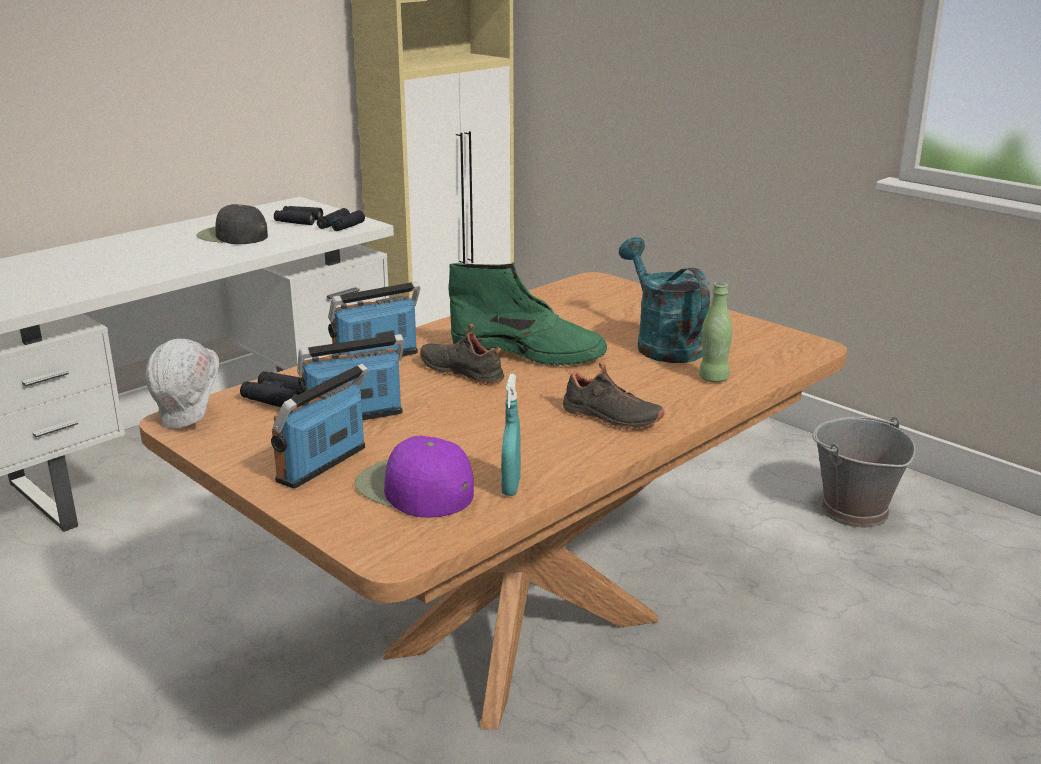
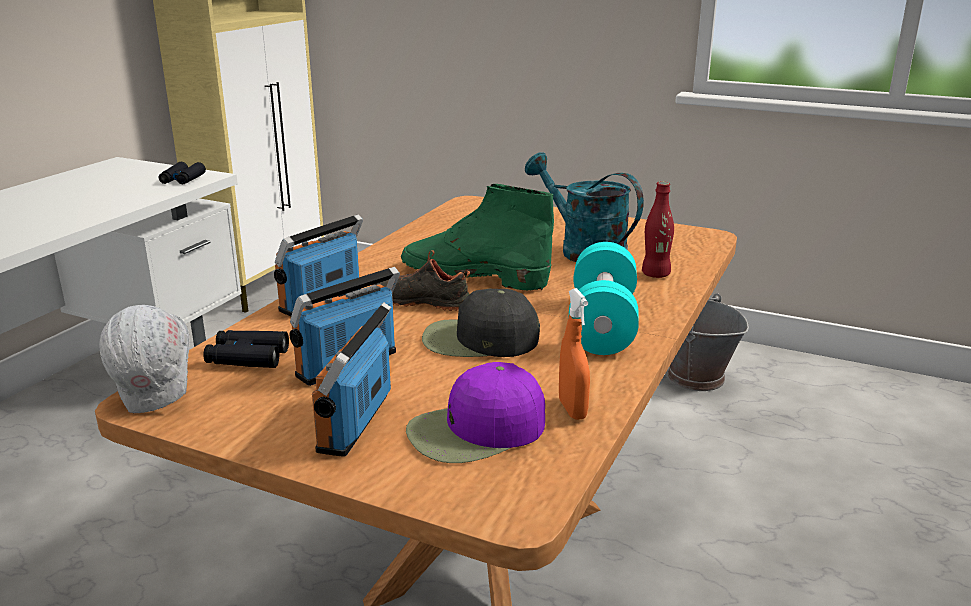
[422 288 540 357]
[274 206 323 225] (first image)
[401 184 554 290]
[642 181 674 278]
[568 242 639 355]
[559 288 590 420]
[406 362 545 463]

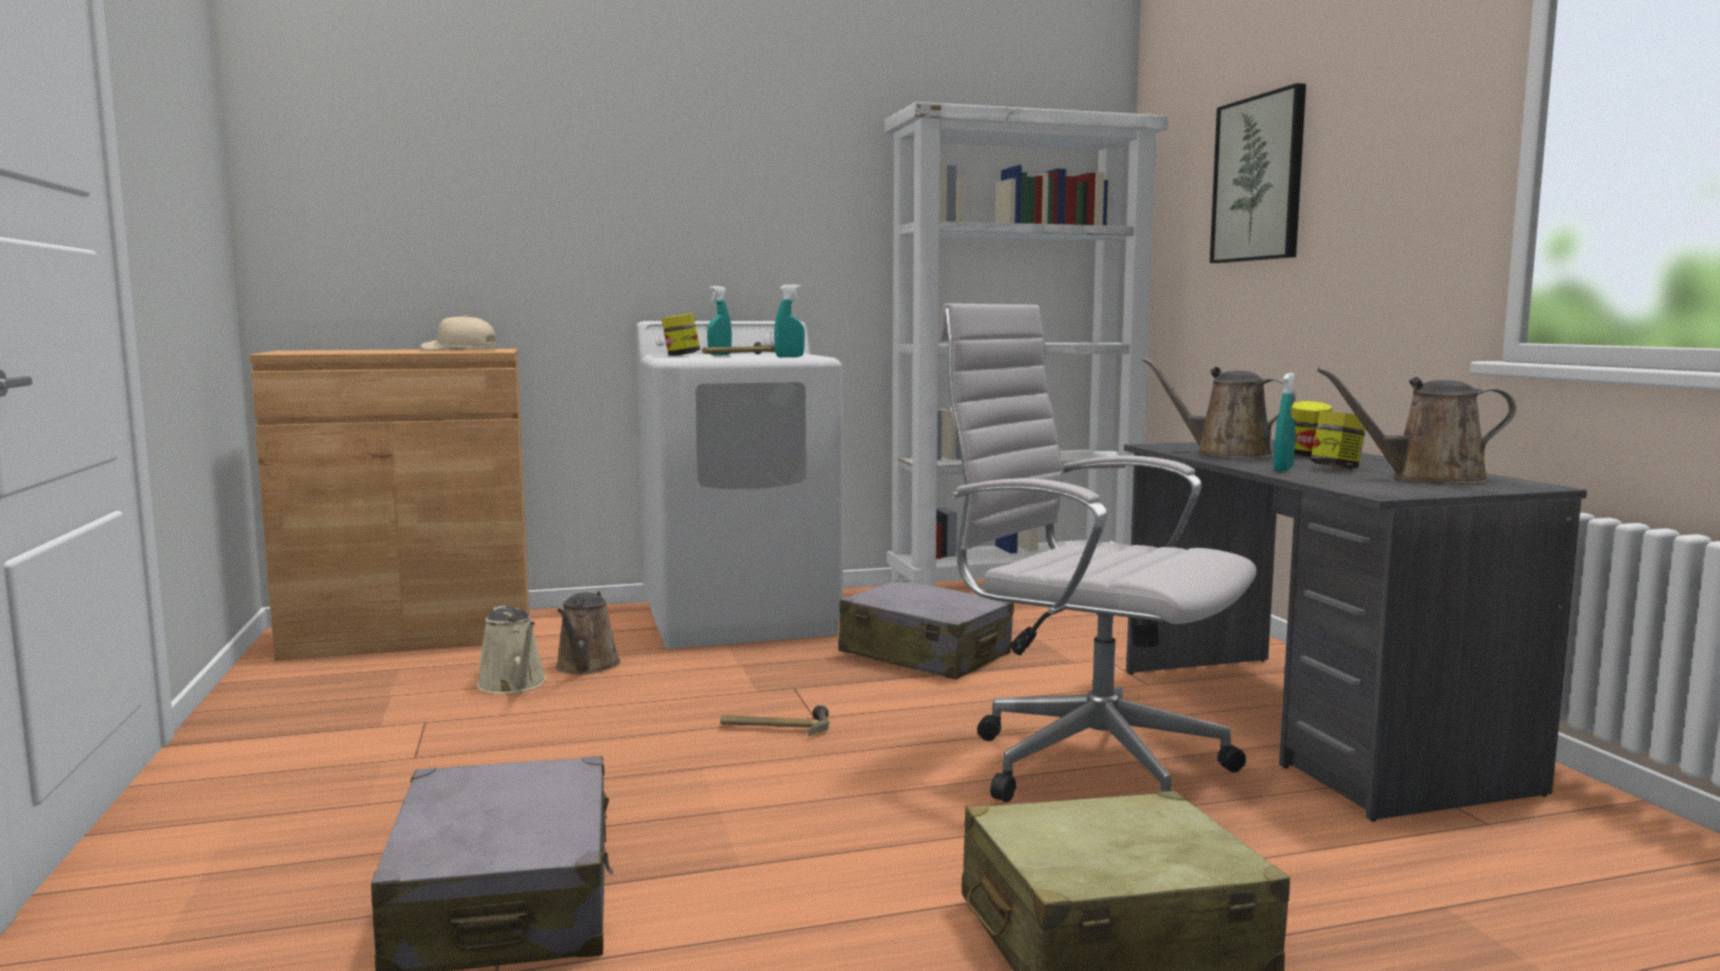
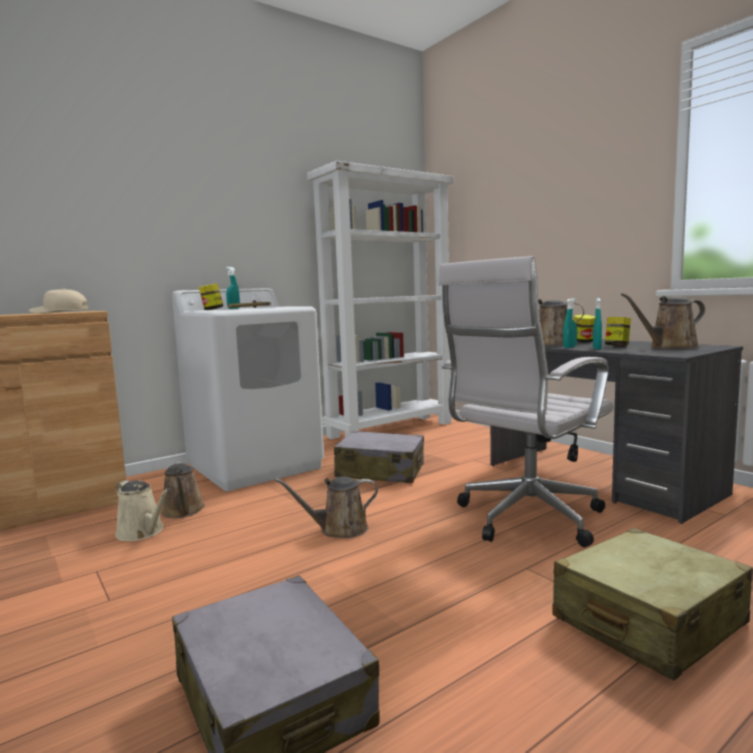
[1210 83 1306 263] (first image)
[563 298 577 348]
[439 256 613 547]
[275 476 378 538]

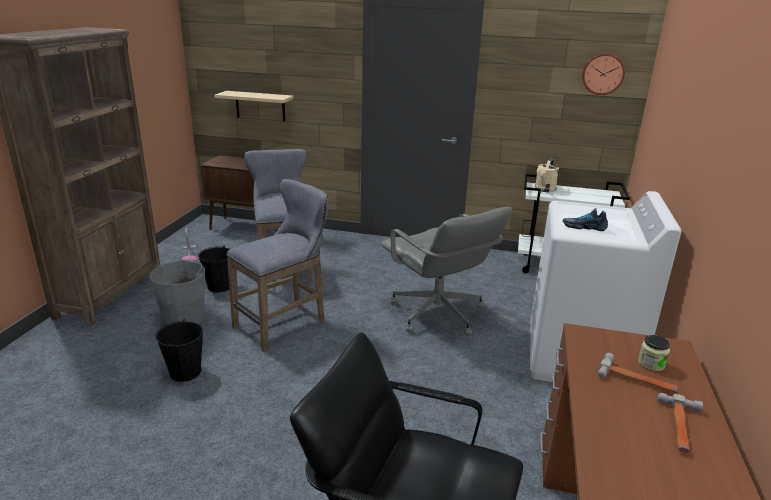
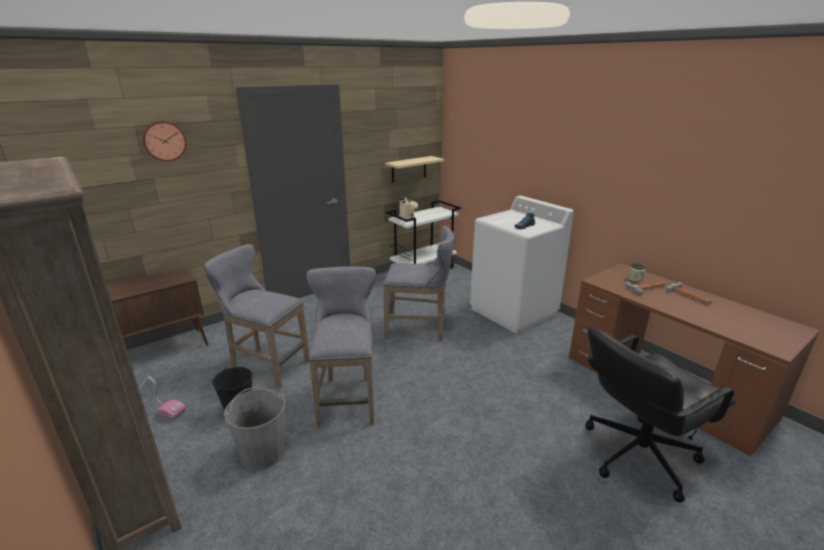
[142 121 187 162]
[385 156 444 183]
[383 226 455 341]
[155 319 203 382] (first image)

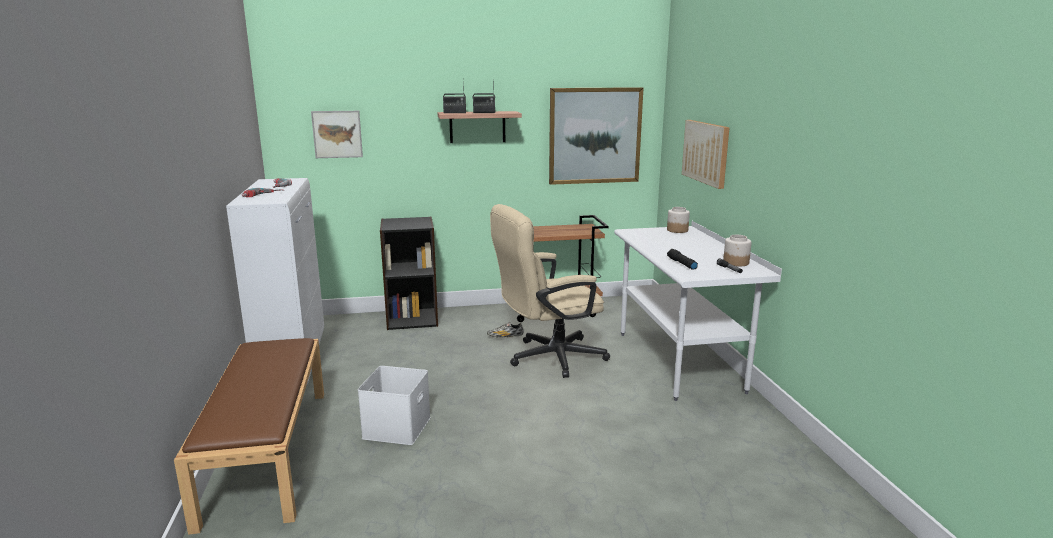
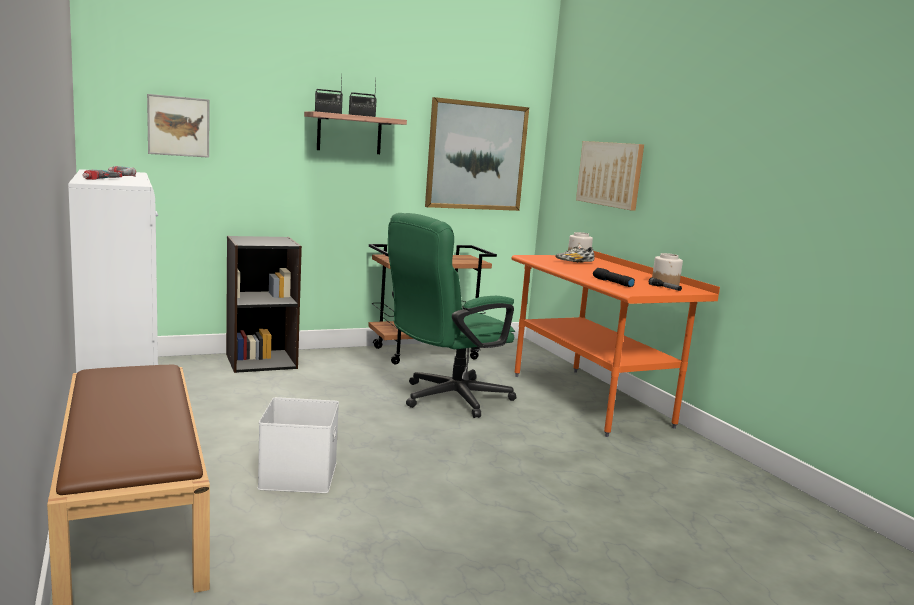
[388 213 516 418]
[512 251 720 437]
[556 245 595 263]

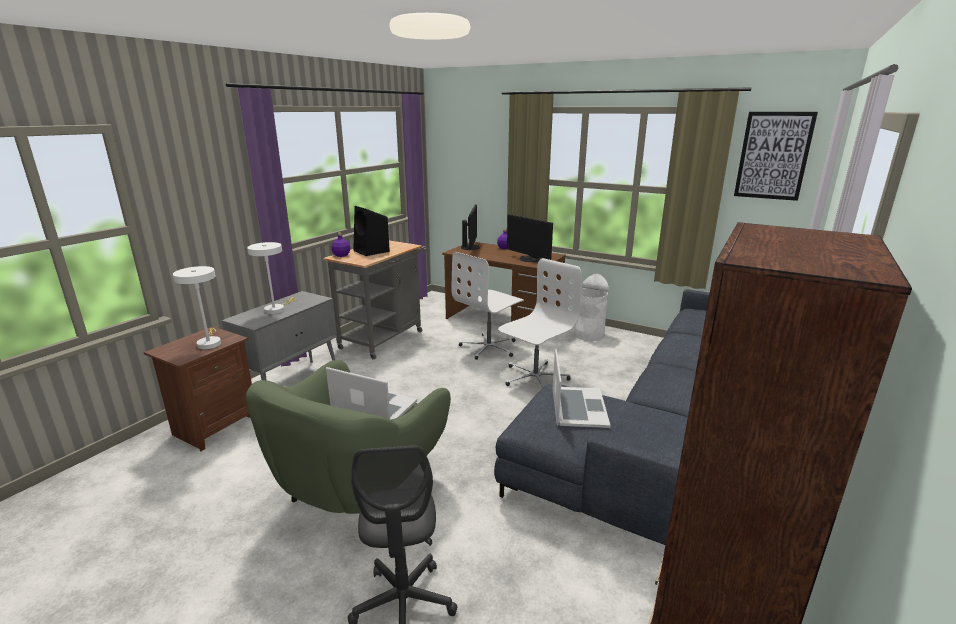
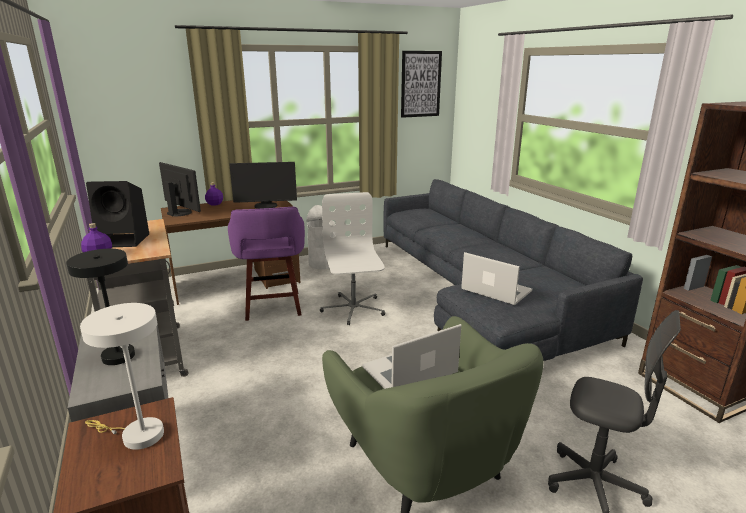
[66 249 135 365]
[228 207 305 321]

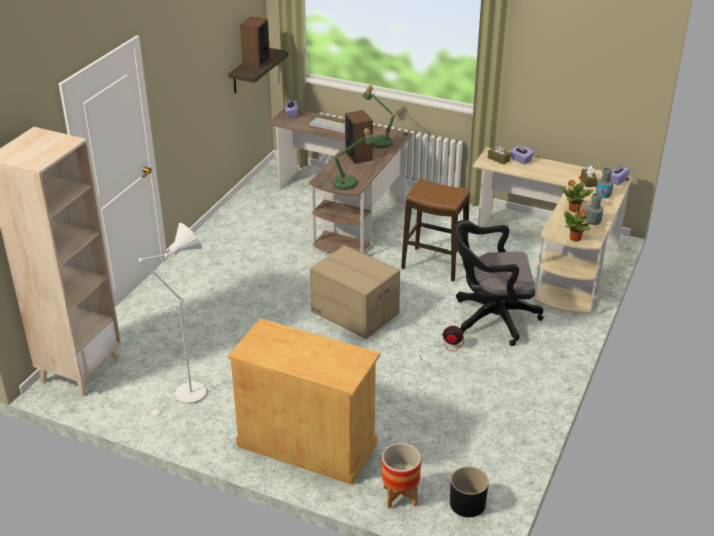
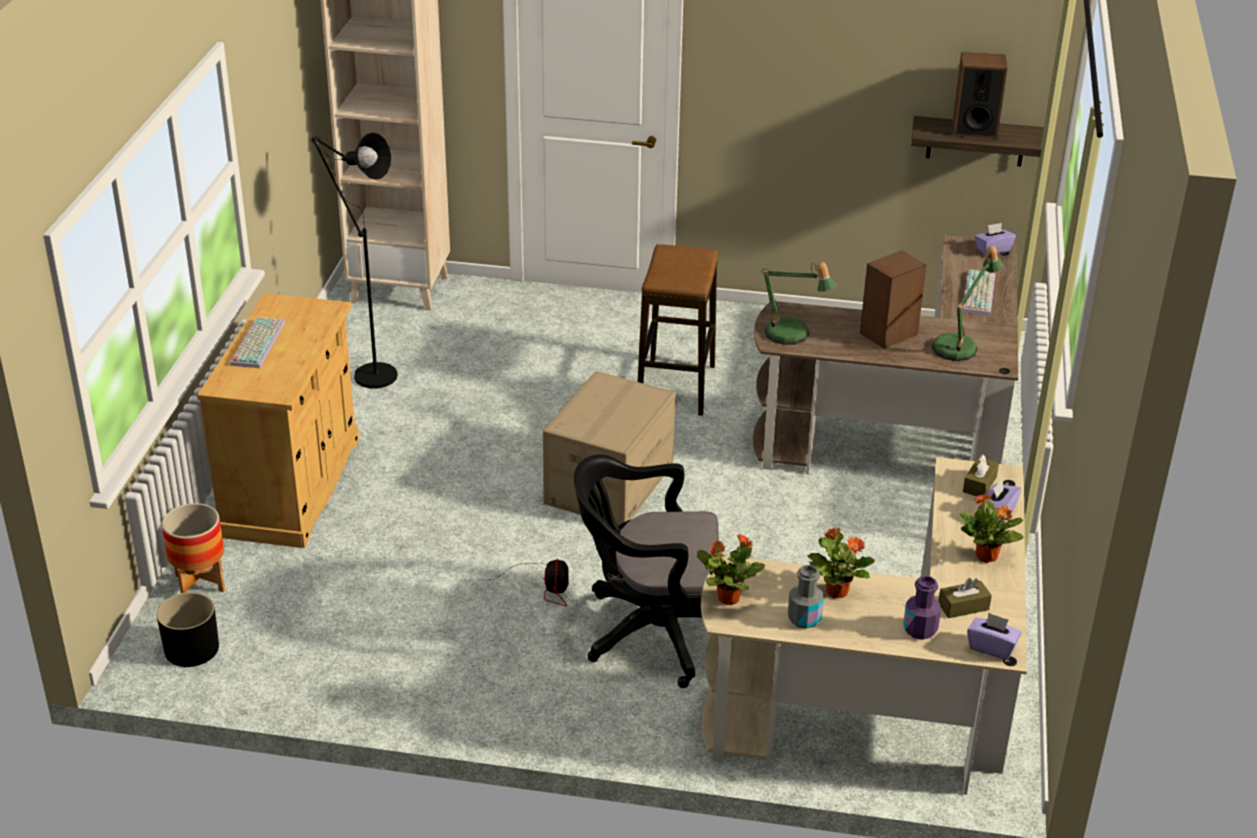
[903 576 941 640]
[638 244 718 416]
[574 454 719 688]
[311 132 397 388]
[230 317 285 368]
[960 493 1024 563]

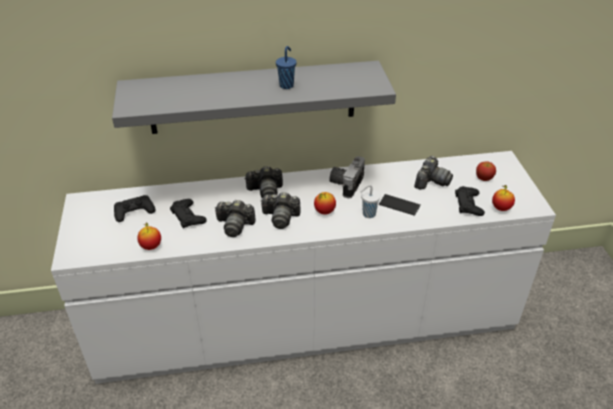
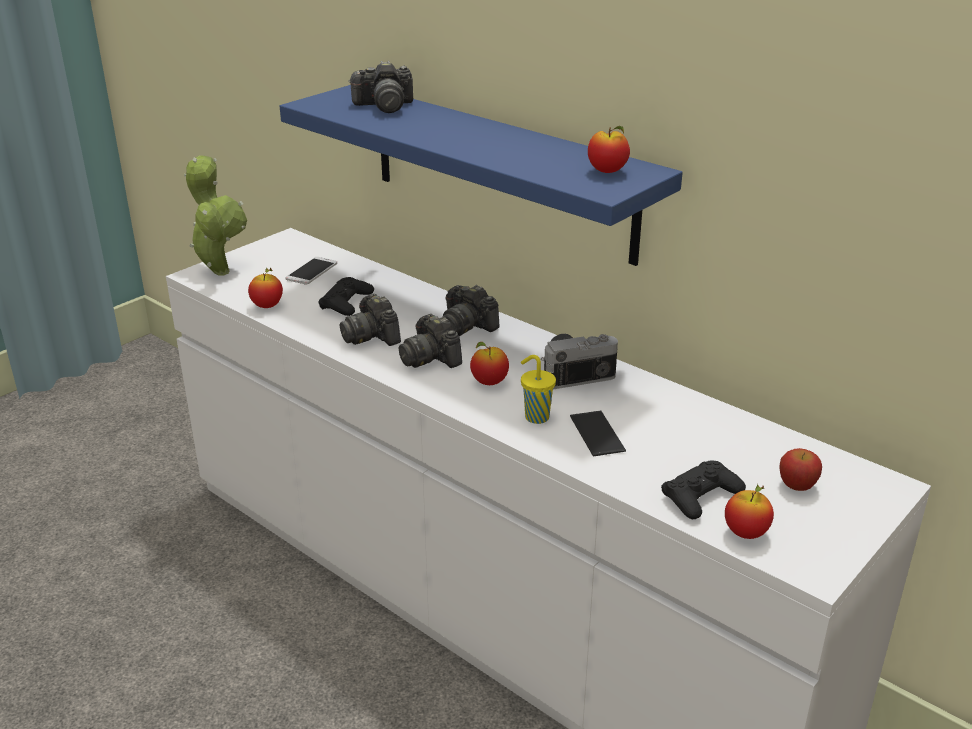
[276 46 296 89] (first image)
[280 85 683 266]
[348 61 413 113]
[521 355 556 424]
[285 257 337 285]
[588 126 630 173]
[184 155 247 276]

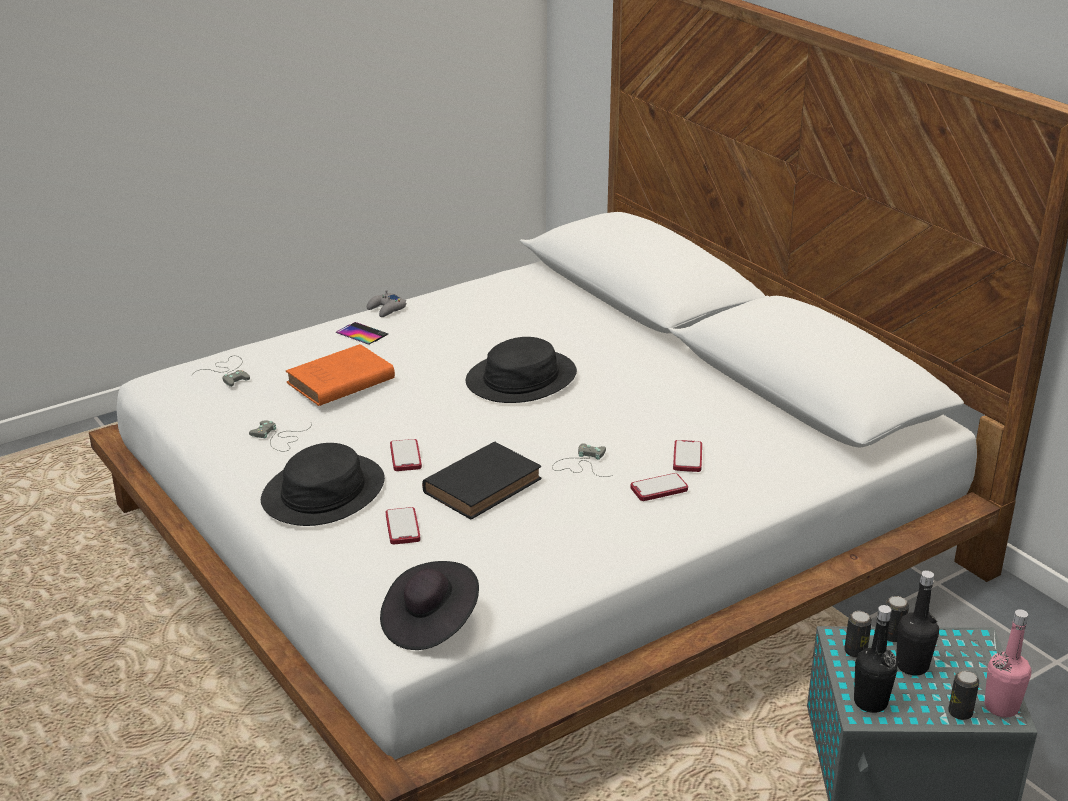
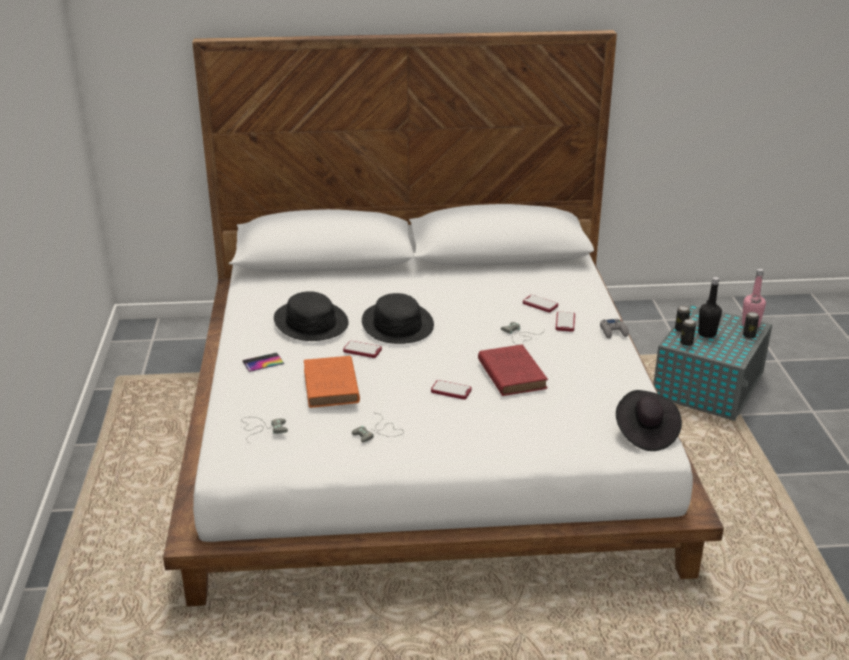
[600 319 629 339]
[478 344 548 396]
[274 291 349 341]
[343 341 382 358]
[854 605 898 713] (first image)

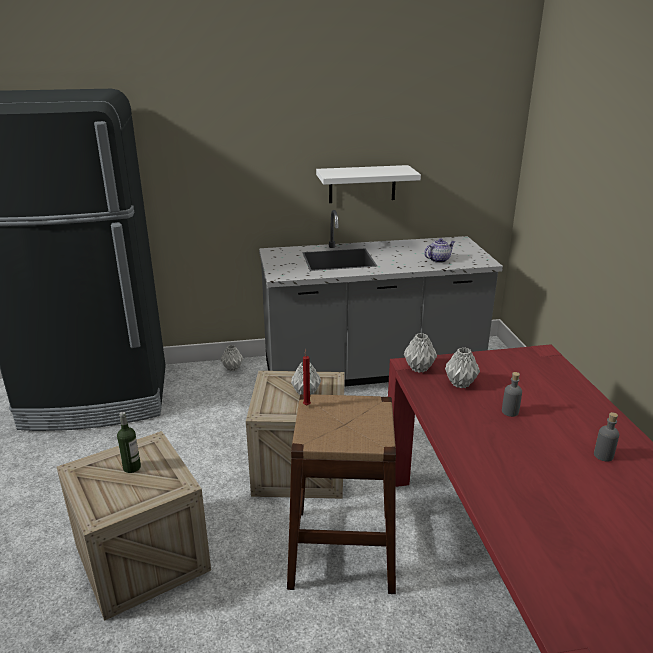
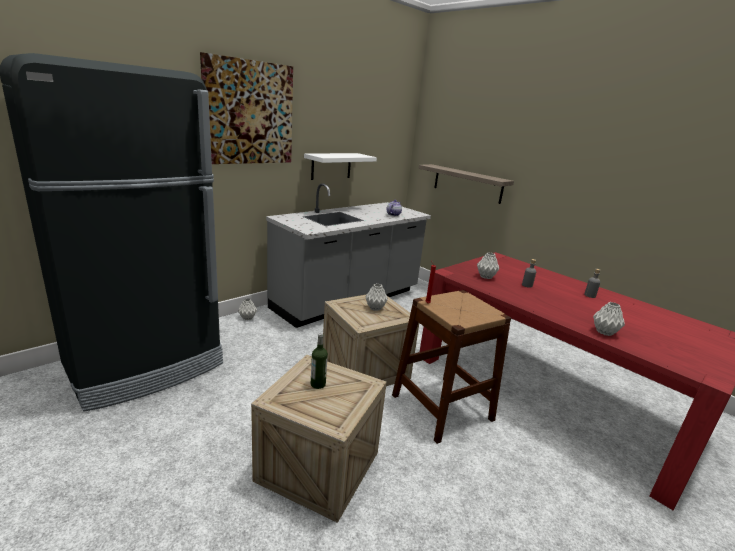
[593 302 625 336]
[200 52 293 164]
[419 164 514 204]

